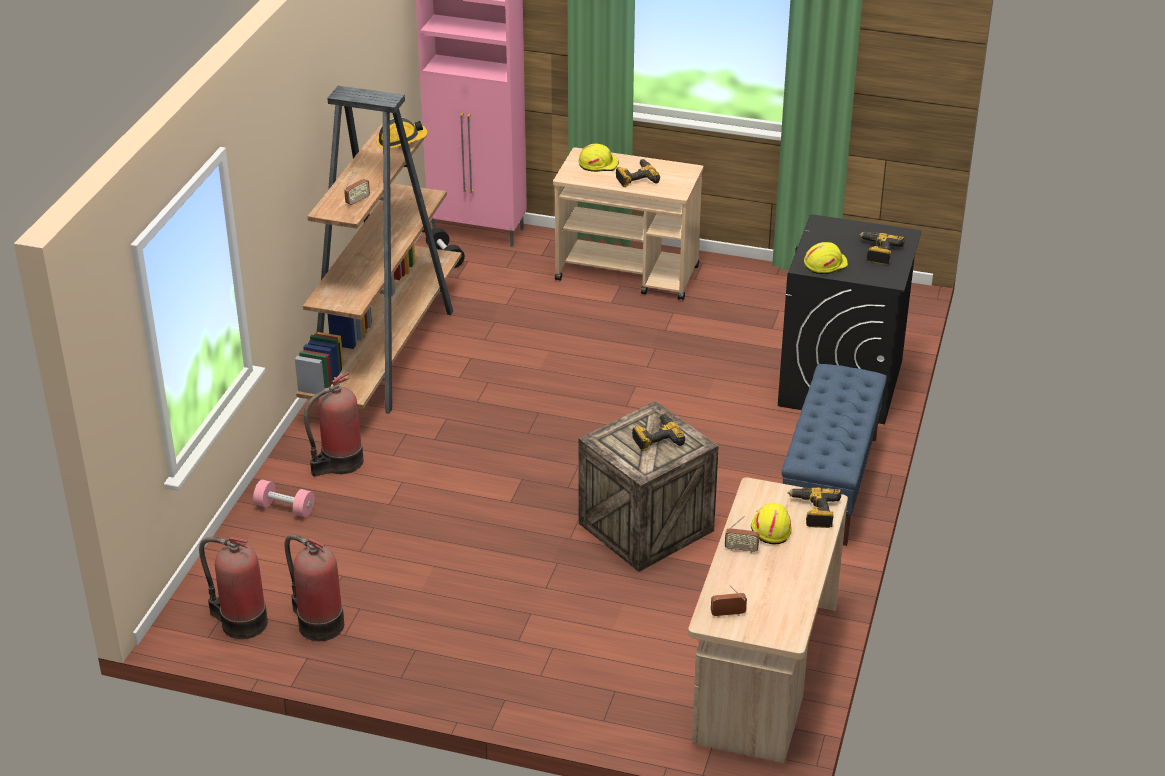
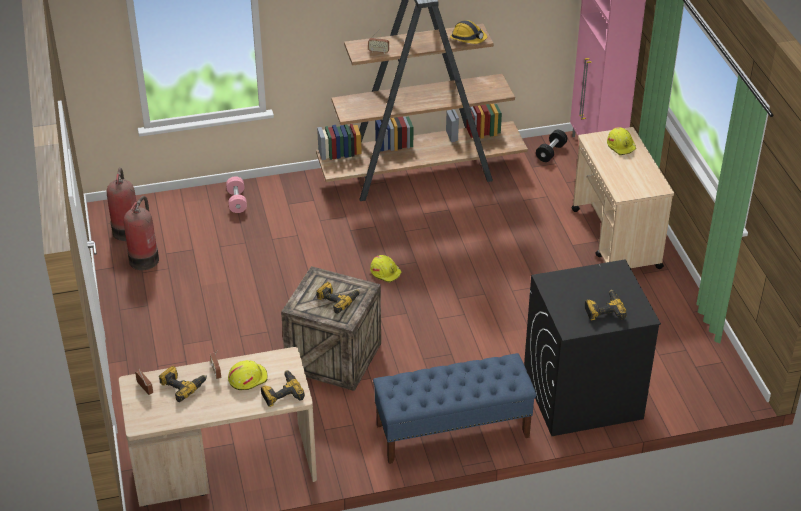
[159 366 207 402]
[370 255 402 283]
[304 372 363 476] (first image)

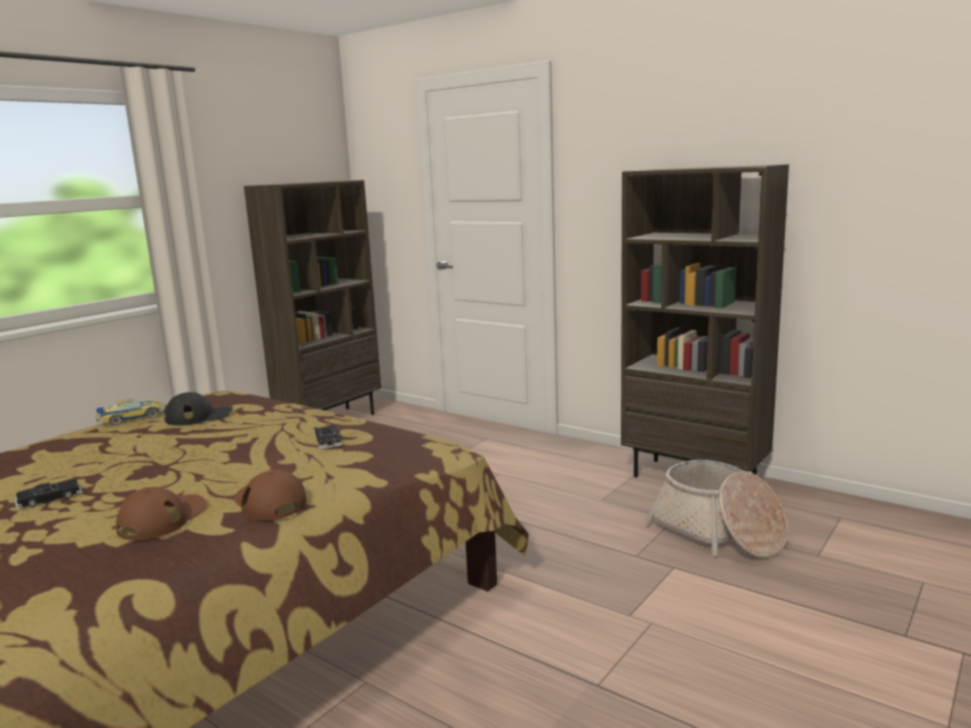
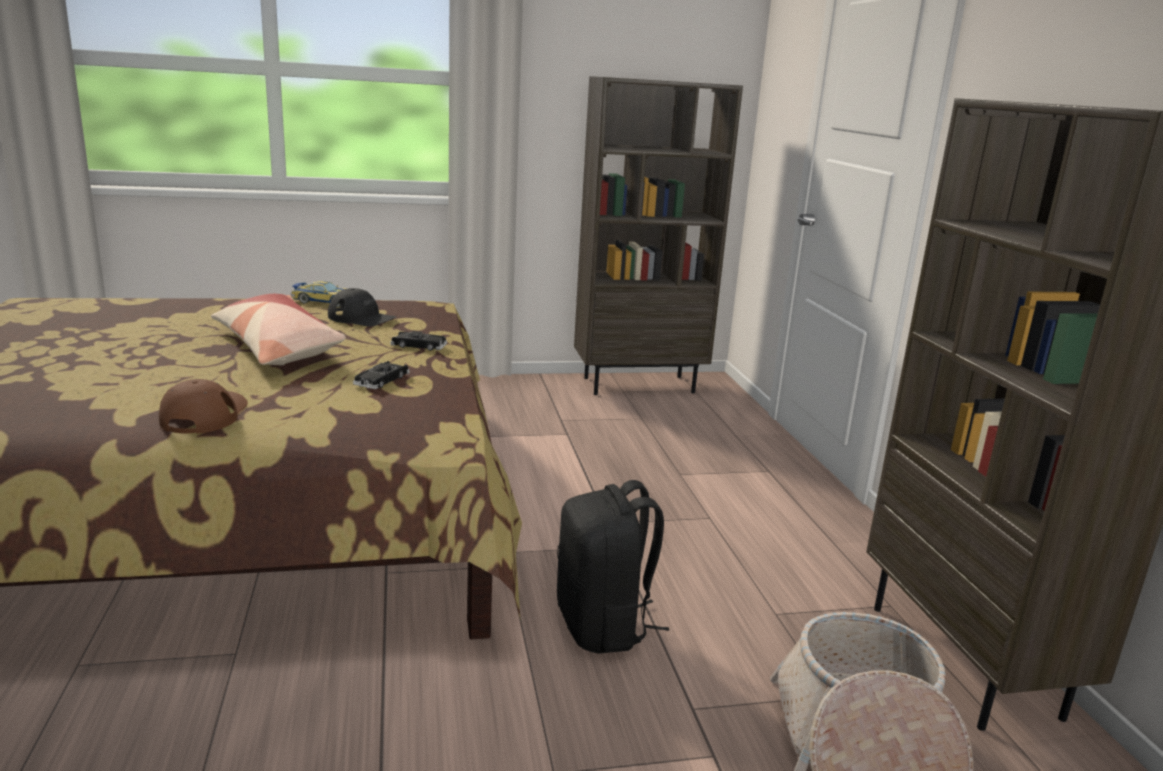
[390 331 447 351]
[116 487 207 541] (first image)
[211 294 346 365]
[557 480 669 654]

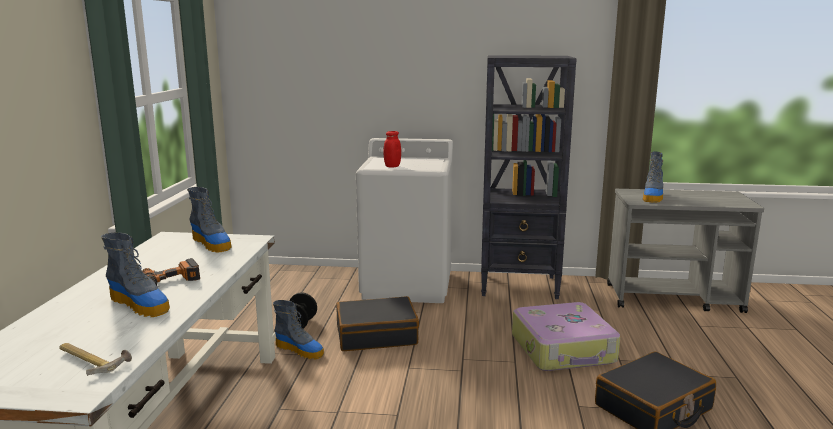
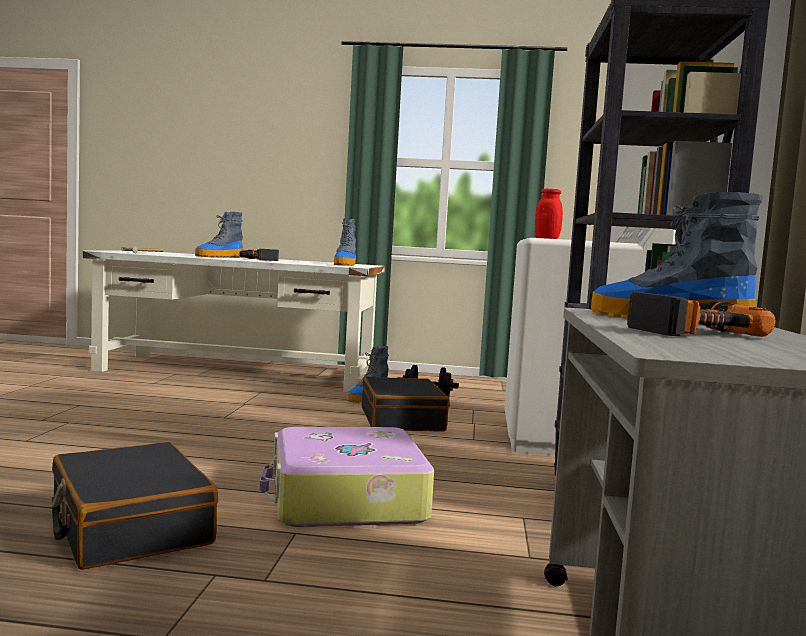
[334 218 356 266]
[627 292 776 337]

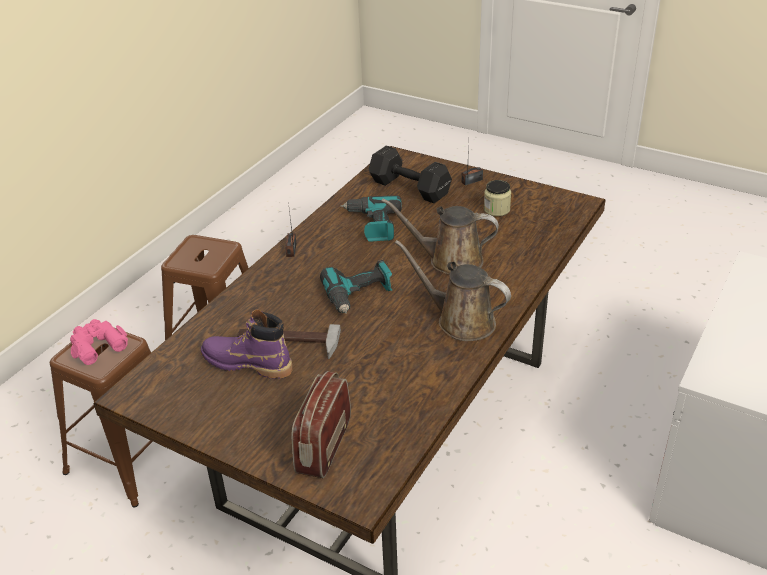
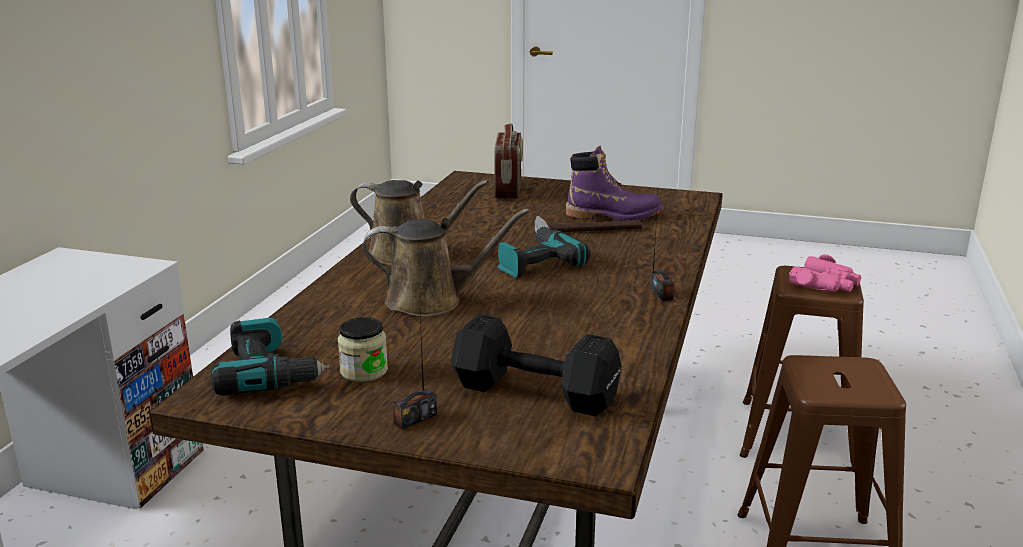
[211 318 330 396]

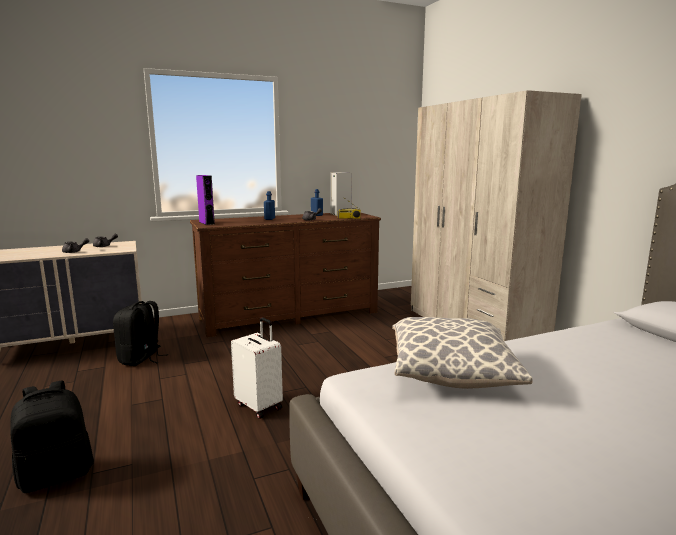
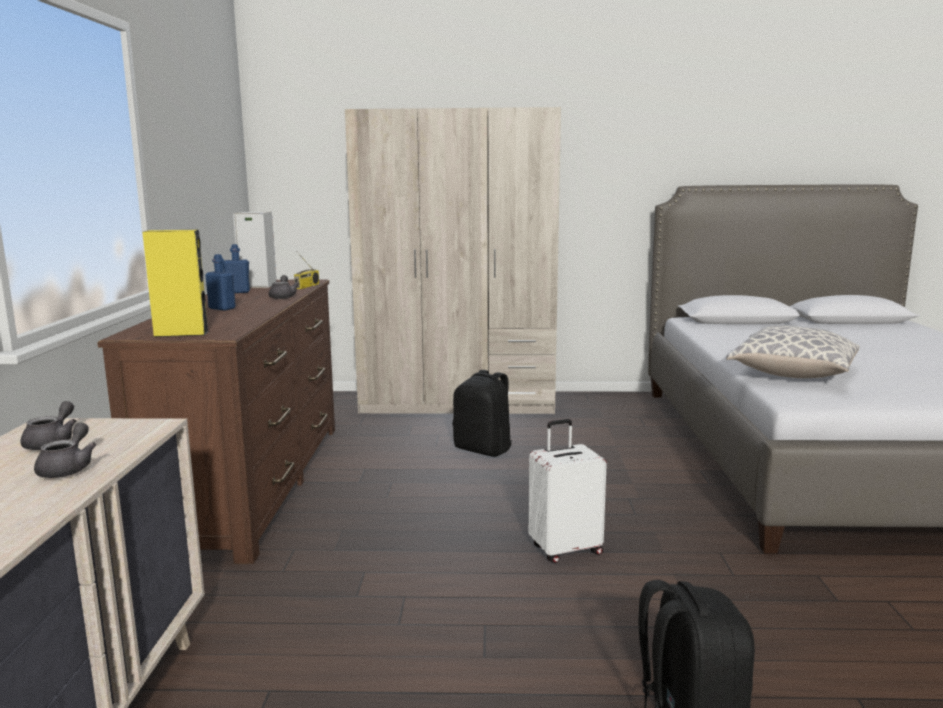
[143 230 209 337]
[453 370 512 457]

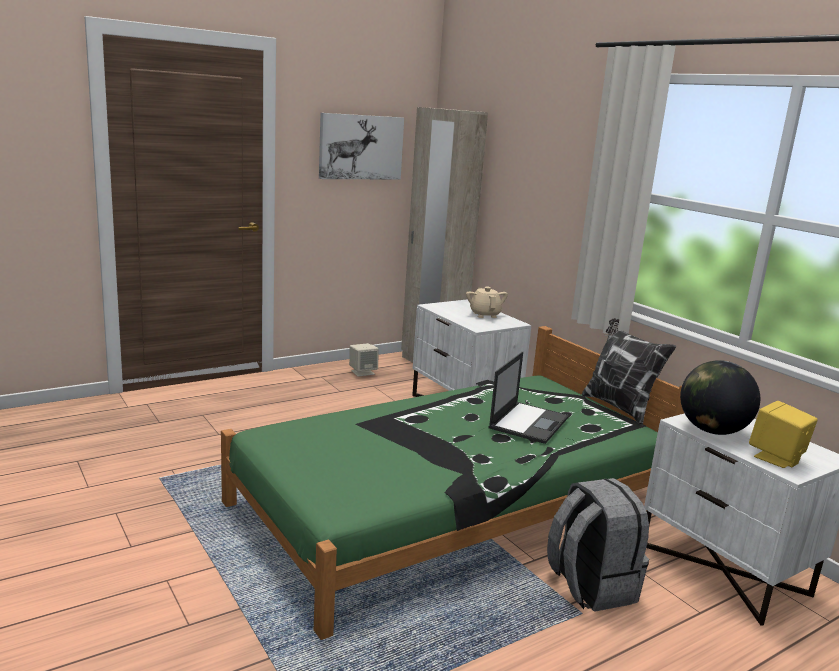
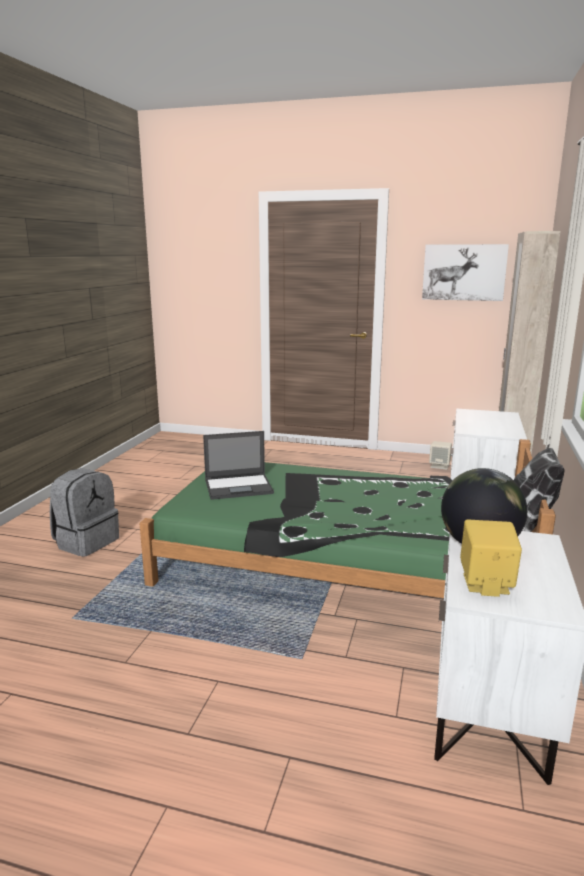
[466 287 508 318] (first image)
[203 431 274 500]
[50 468 119 557]

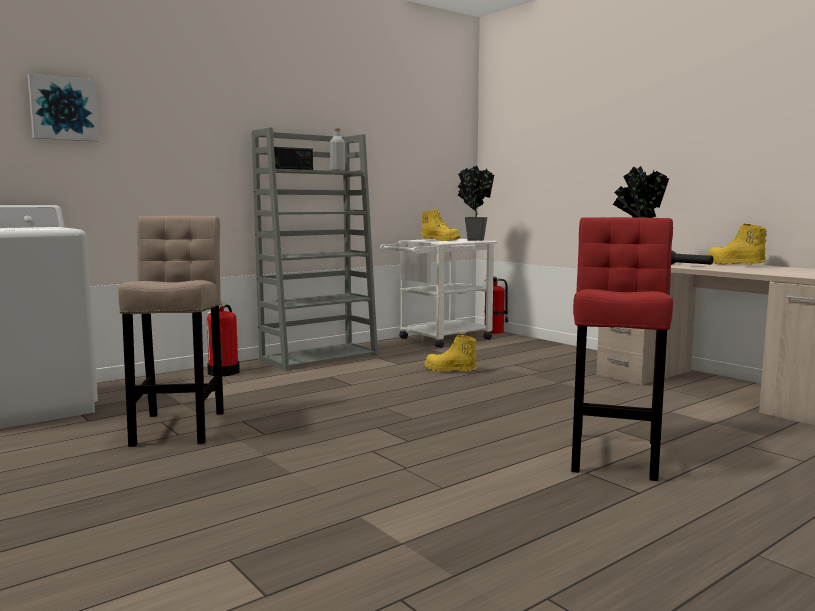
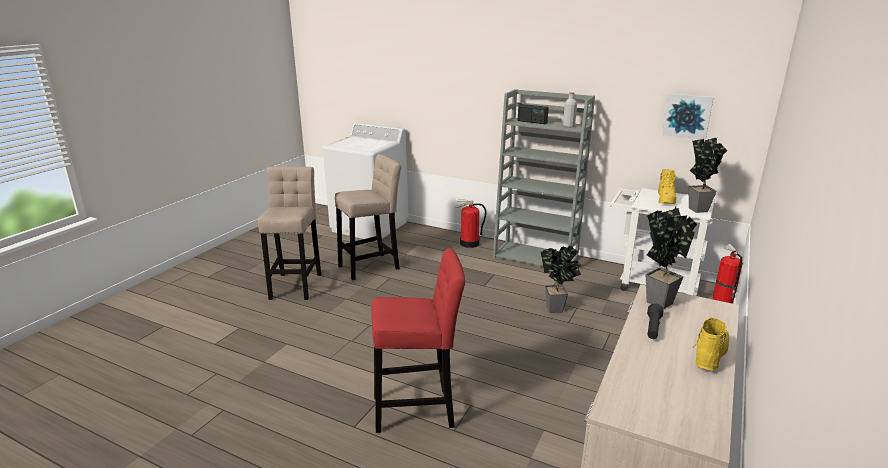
[662 93 714 140]
[541 246 581 313]
[258 166 321 300]

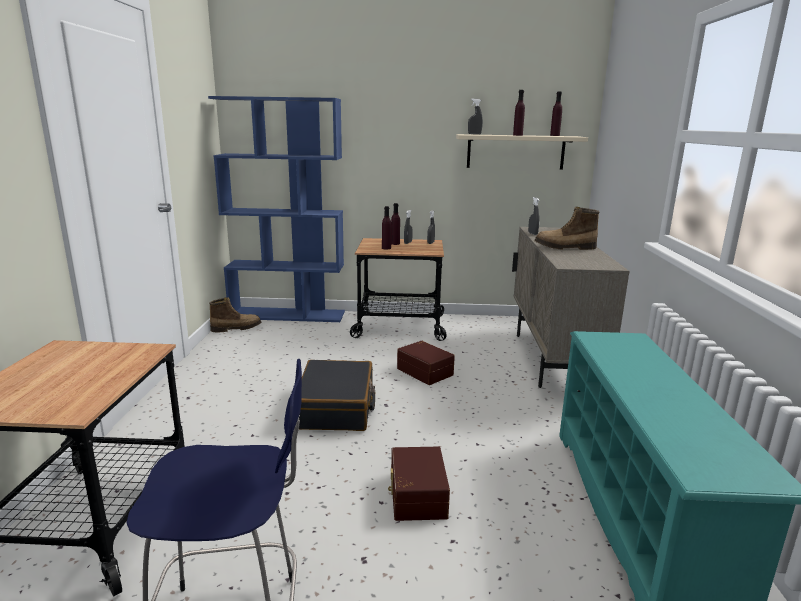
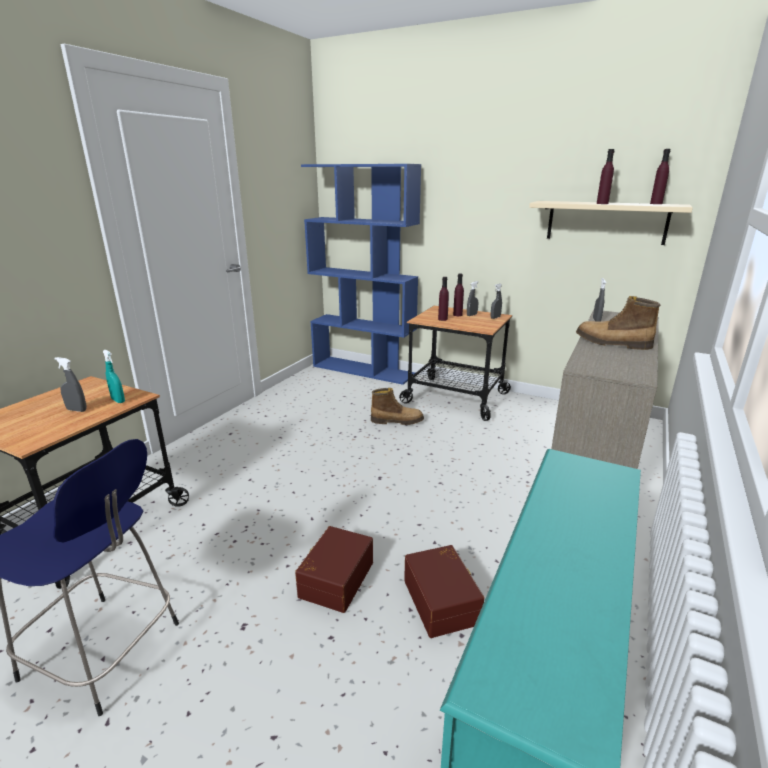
[54 357 86 412]
[371 388 424 425]
[404 545 484 638]
[299 360 375 431] (first image)
[103 350 125 403]

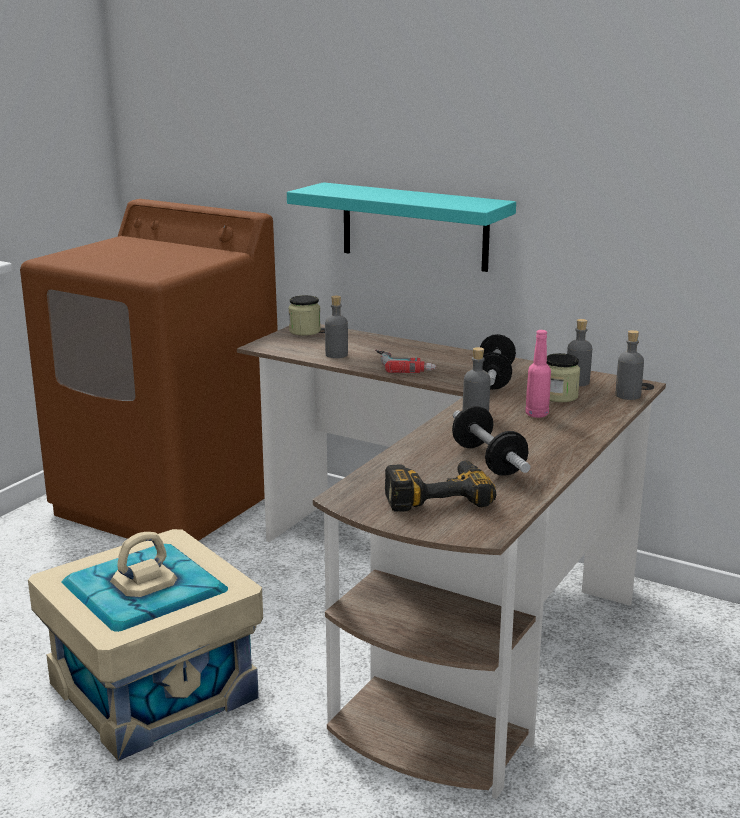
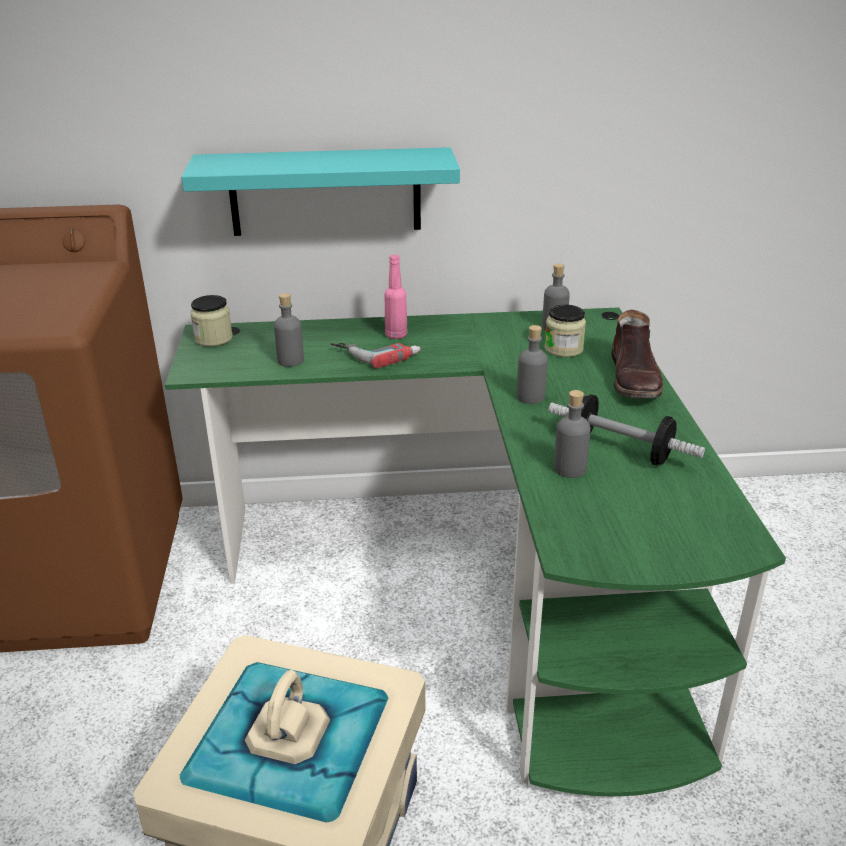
[165 307 786 796]
[384 255 407 339]
[554 390 591 478]
[480 334 516 390] (first image)
[385 460 496 512] (first image)
[611 310 663 399]

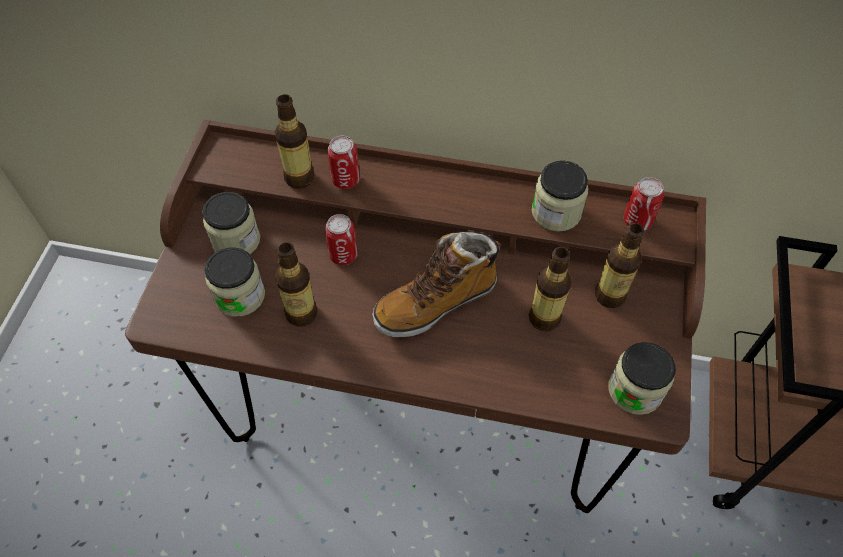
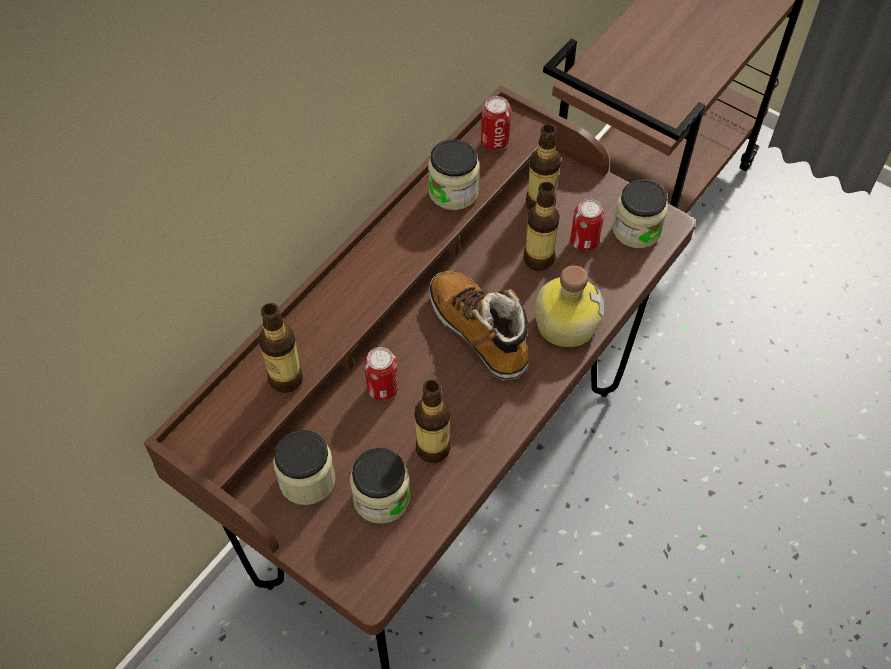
[570 199 604 251]
[429 271 529 381]
[534 265 604 347]

